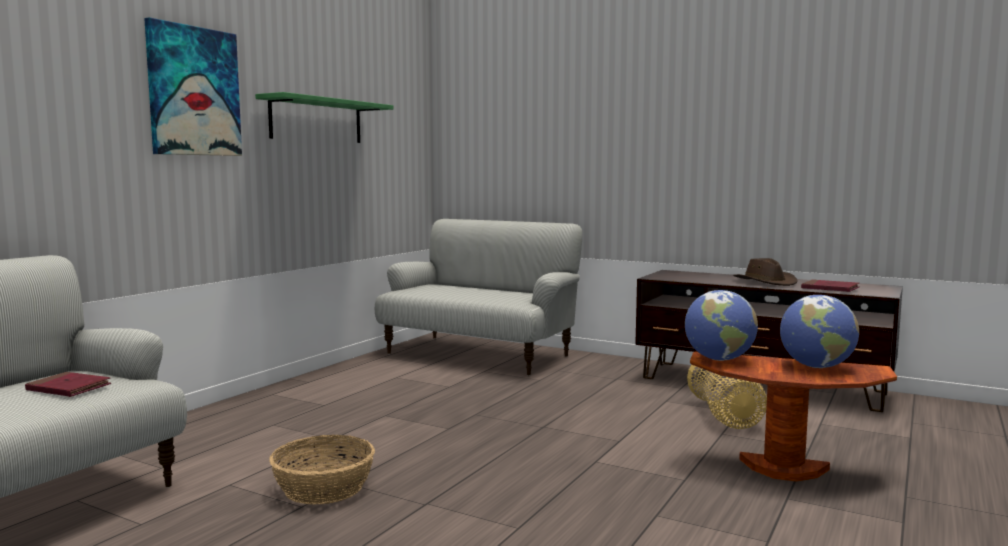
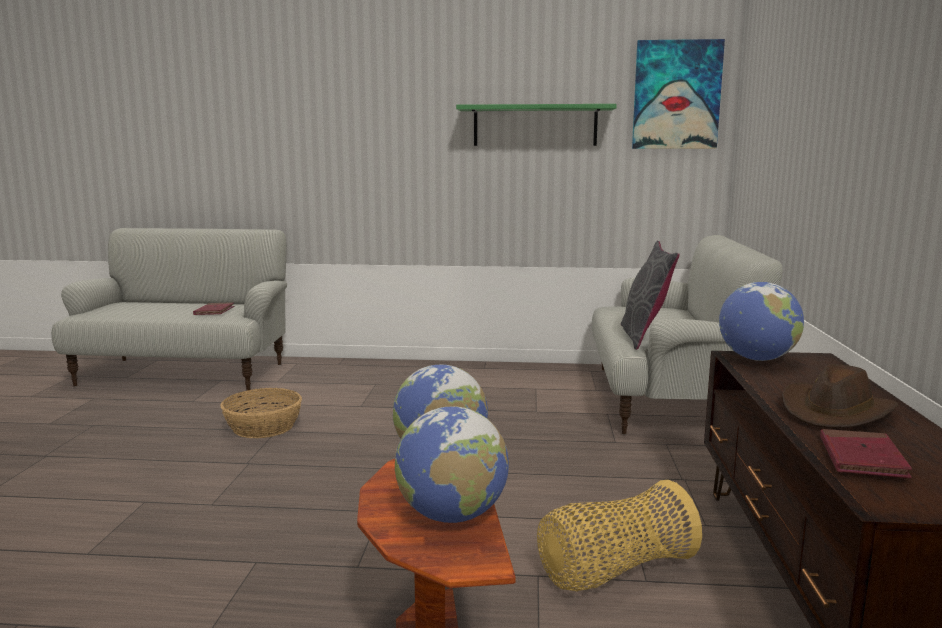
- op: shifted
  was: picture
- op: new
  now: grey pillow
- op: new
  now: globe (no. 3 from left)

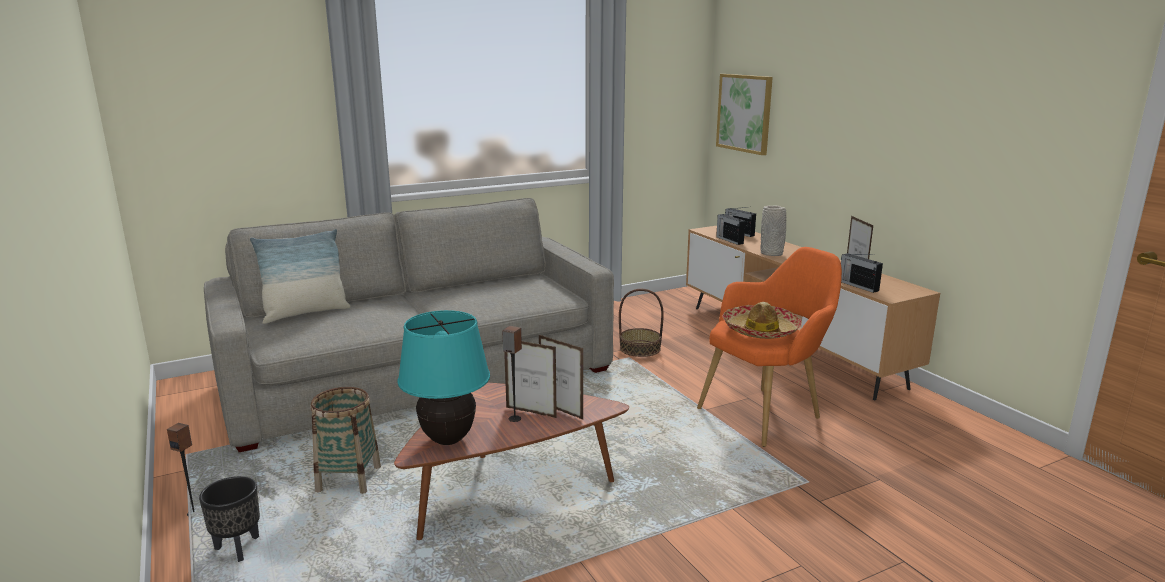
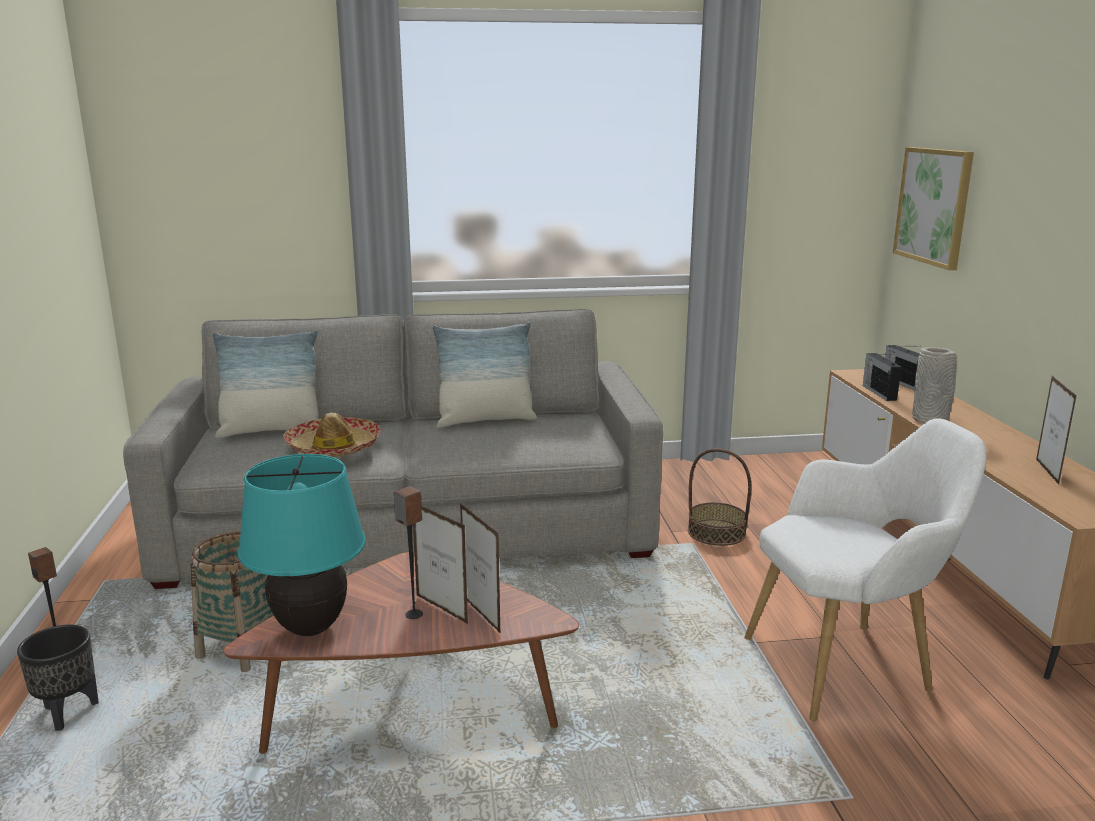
- op: repainted
  was: orange armchair
  now: white armchair
- op: gone
  was: radio (no. 3 from left)
- op: shifted
  was: hat
- op: new
  now: pillow (no. 2 from left)

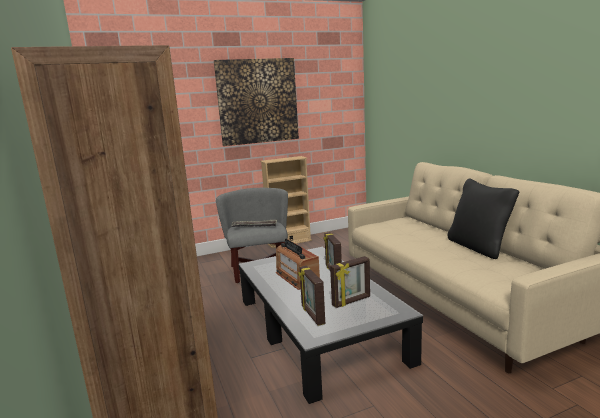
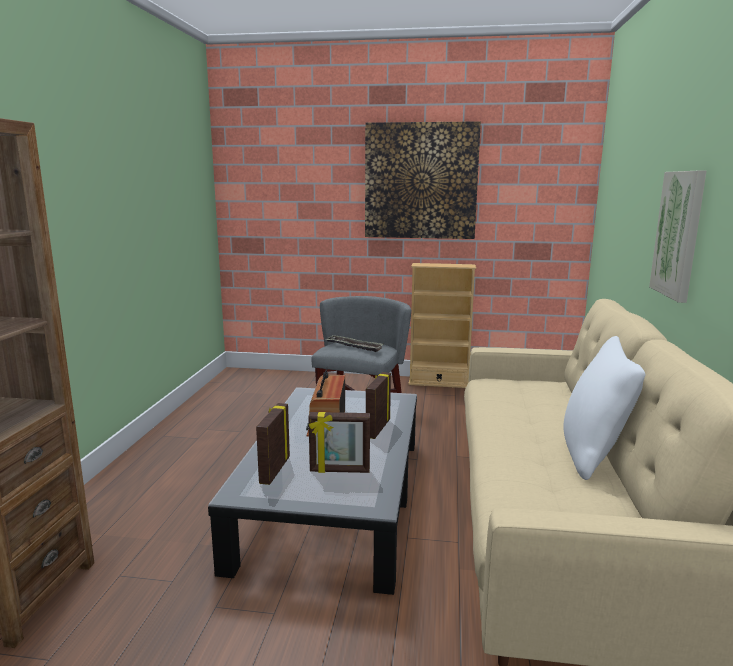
- op: repainted
  was: black pillow
  now: white pillow
- op: new
  now: picture (no. 2 from left)

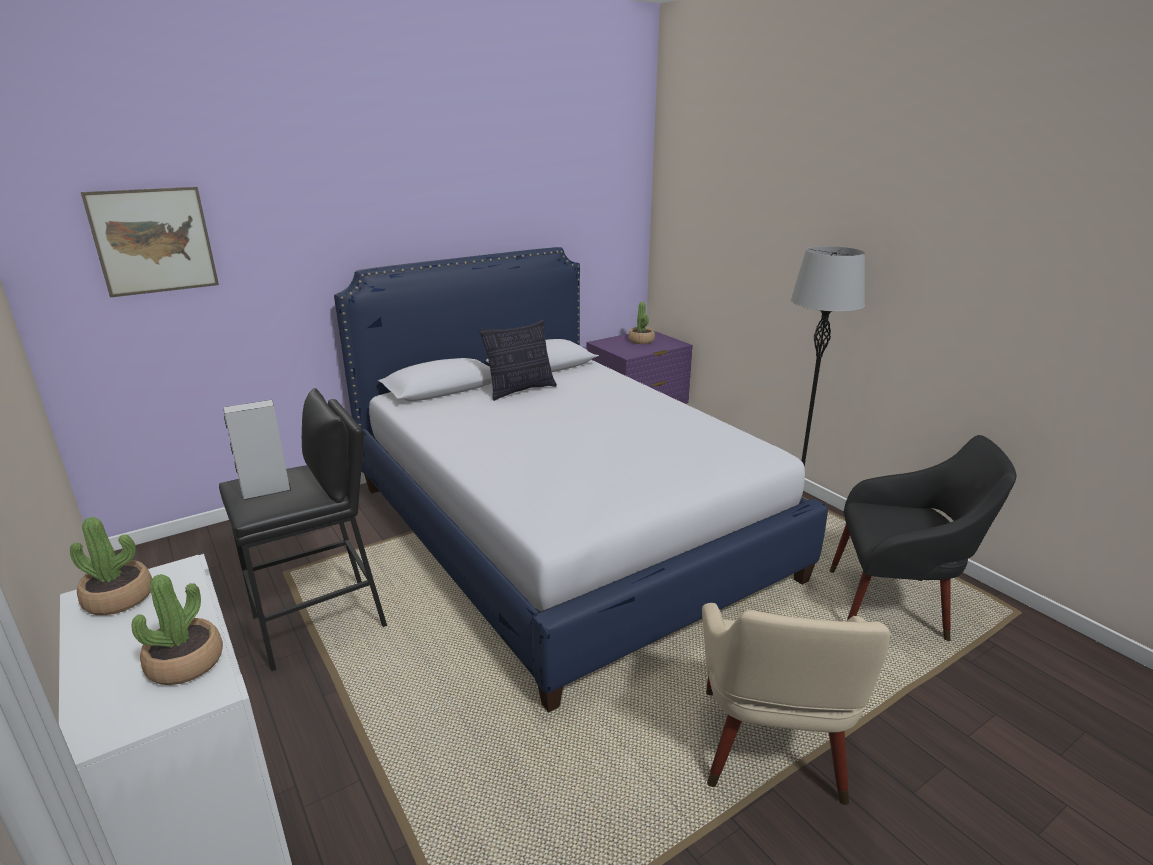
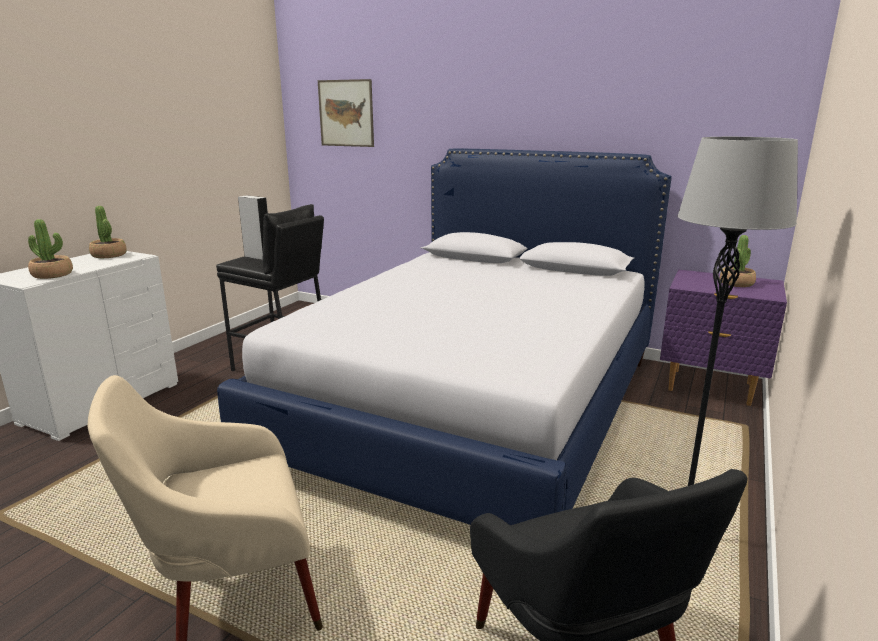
- op: gone
  was: pillow

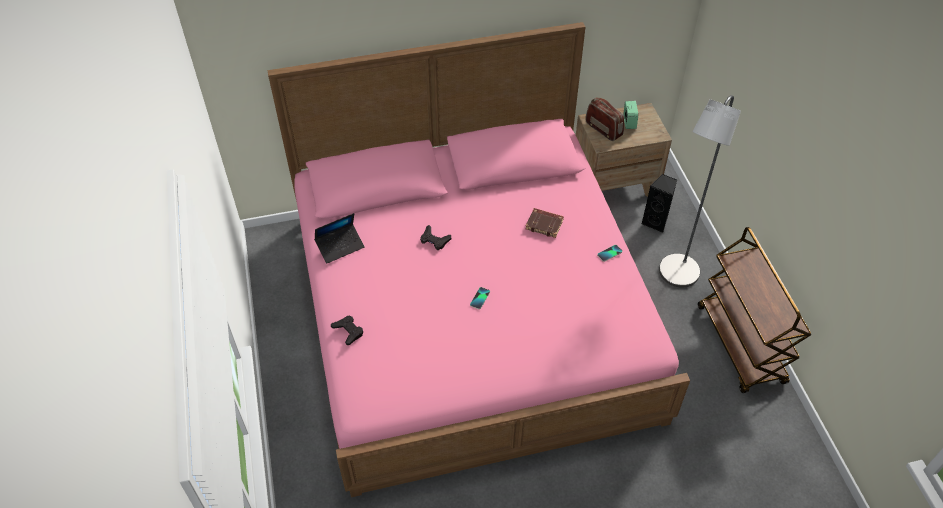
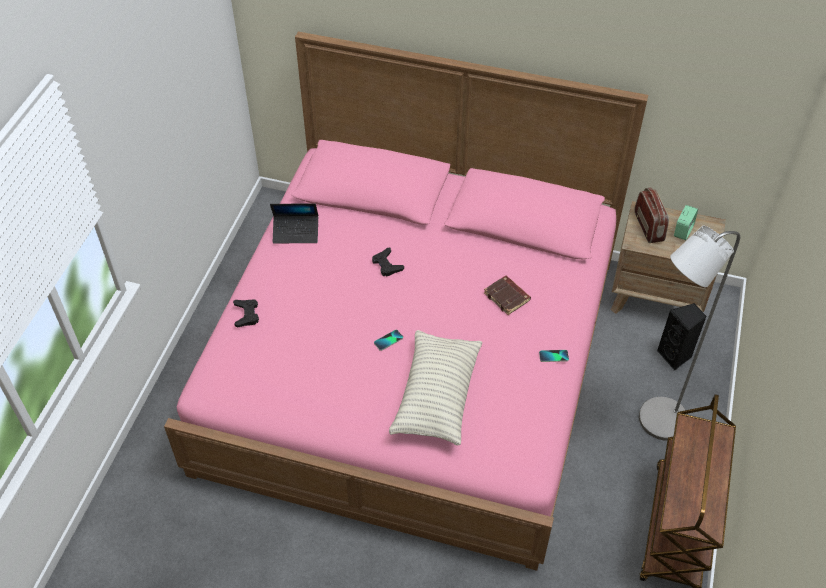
- op: new
  now: pillow

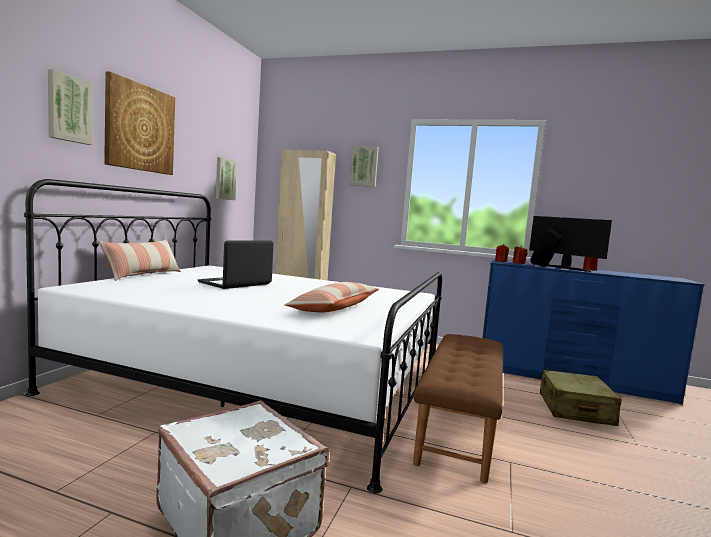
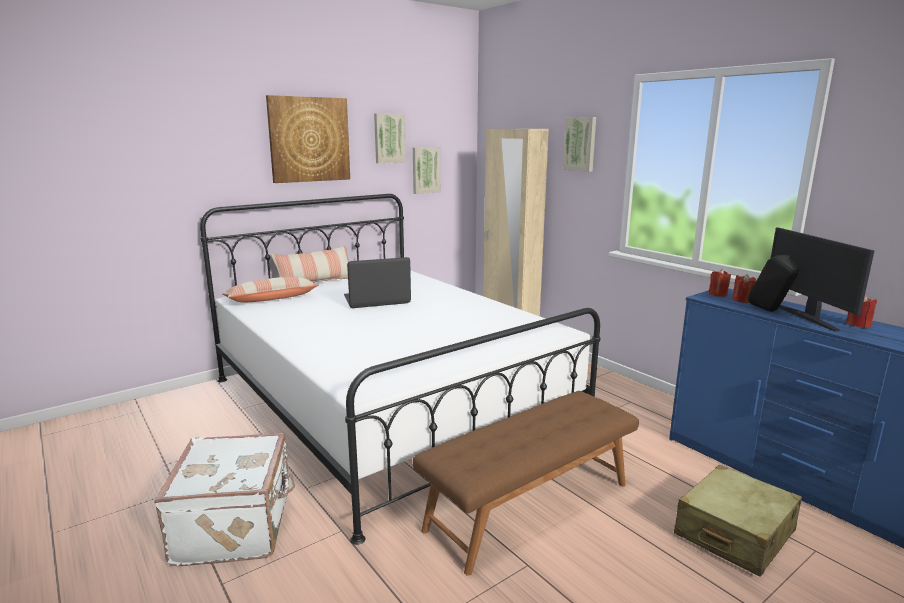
- op: shifted
  was: picture (no. 1 from left in the first image)
  now: picture (no. 2 from left)
- op: shifted
  was: pillow (no. 2 from left in the first image)
  now: pillow (no. 1 from left)

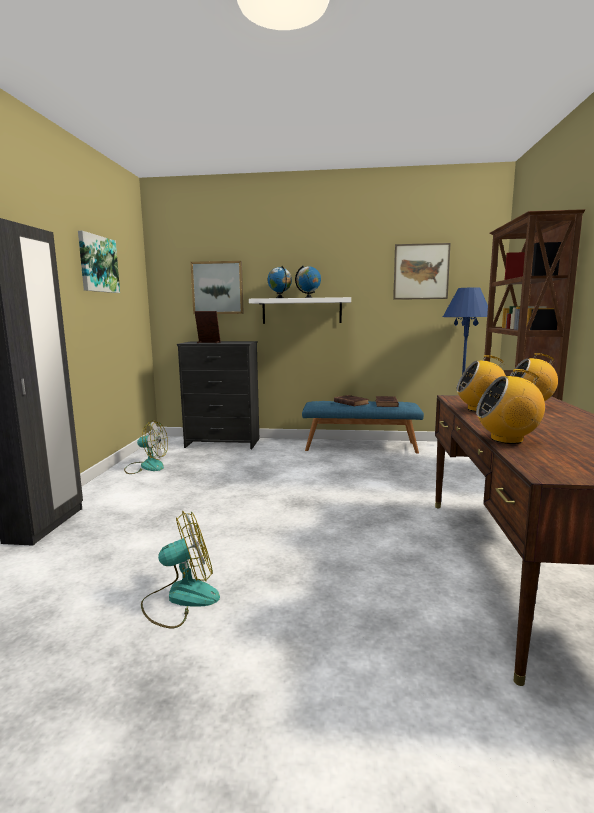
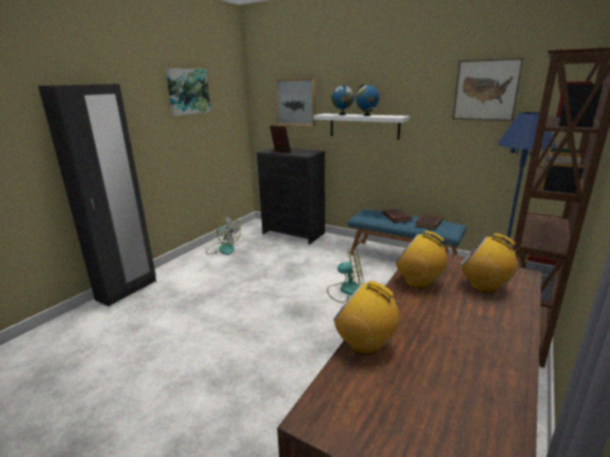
- op: shifted
  was: fan (no. 2 from left)

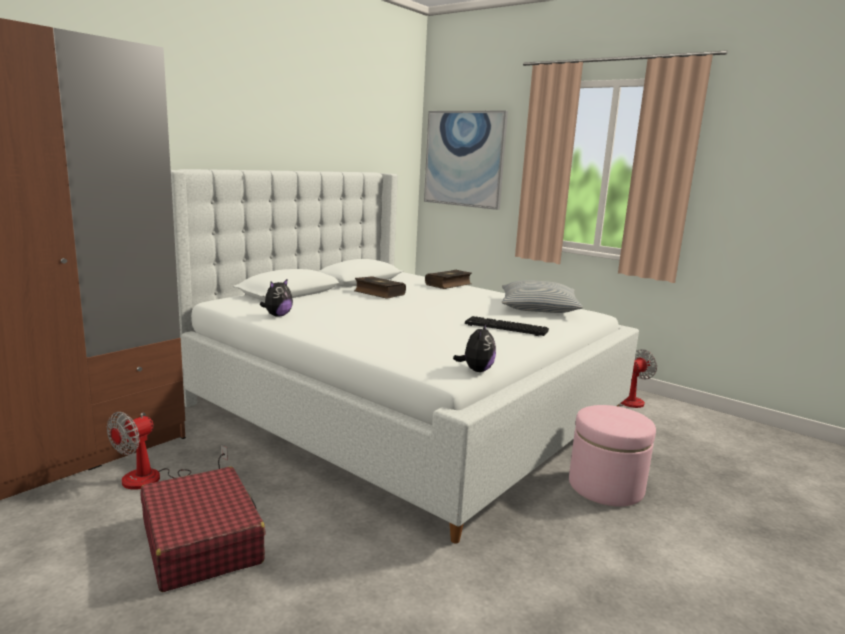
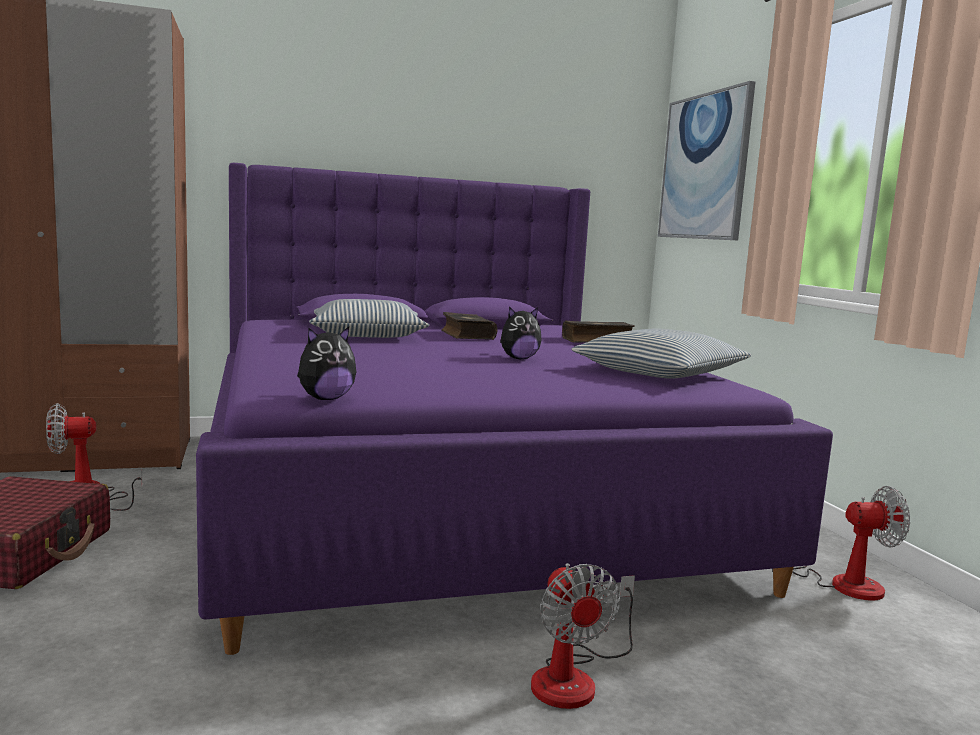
- op: repainted
  was: white bed
  now: purple bed
- op: shifted
  was: plush toy (no. 1 from left in the first image)
  now: plush toy (no. 2 from left)
- op: gone
  was: keyboard
- op: swapped
  was: pink ottoman
  now: fan (no. 2 from left)
- op: new
  now: pillow (no. 1 from left)

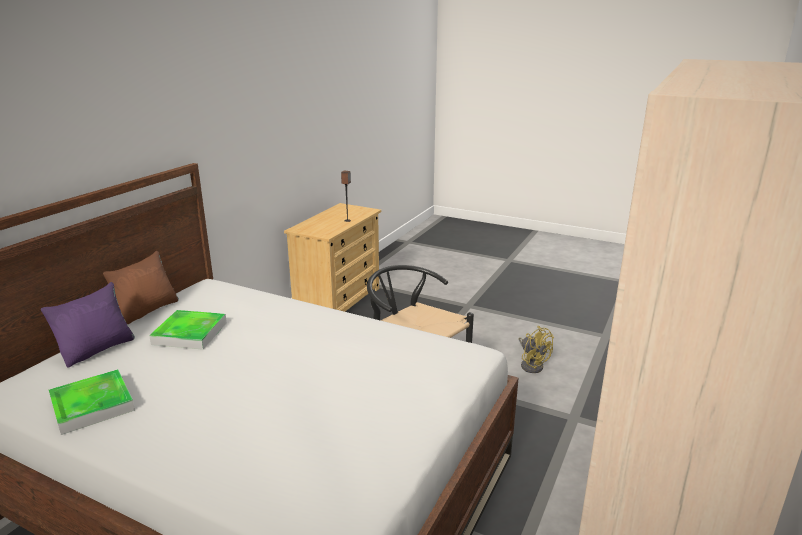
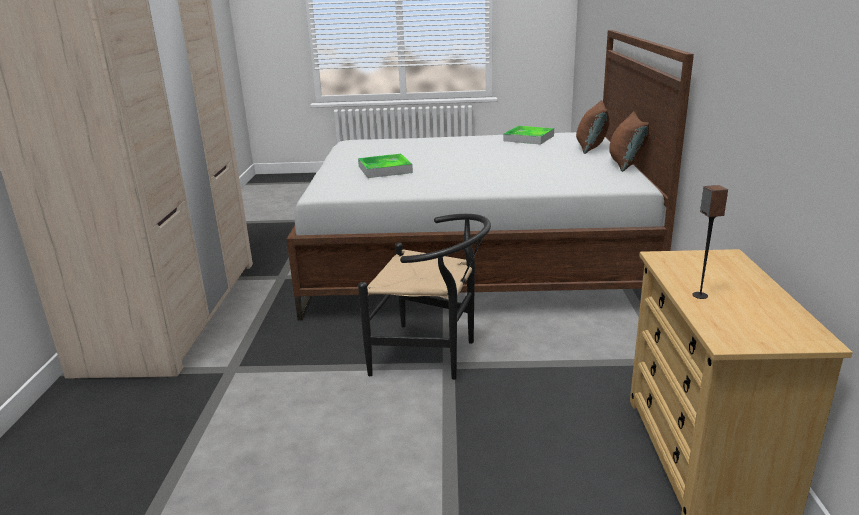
- op: repainted
  was: purple pillow
  now: brown pillow (no. 1 from left)
- op: shifted
  was: tray (no. 2 from left in the first image)
  now: tray (no. 1 from left)
- op: gone
  was: yellow fan

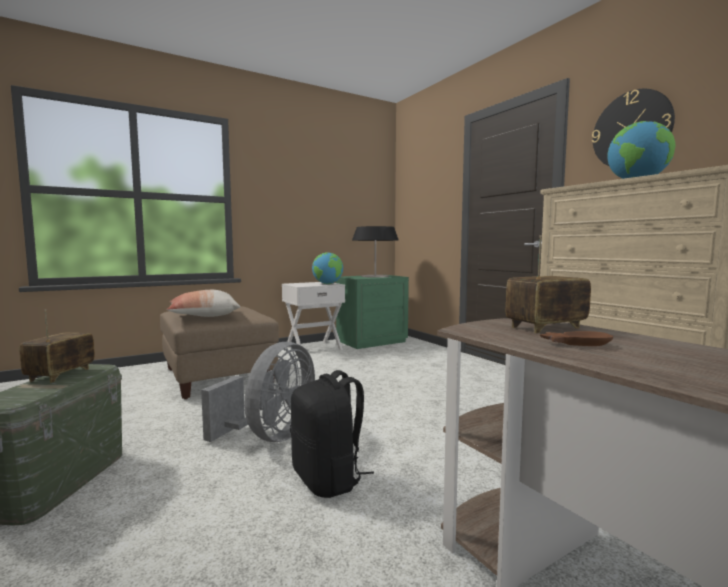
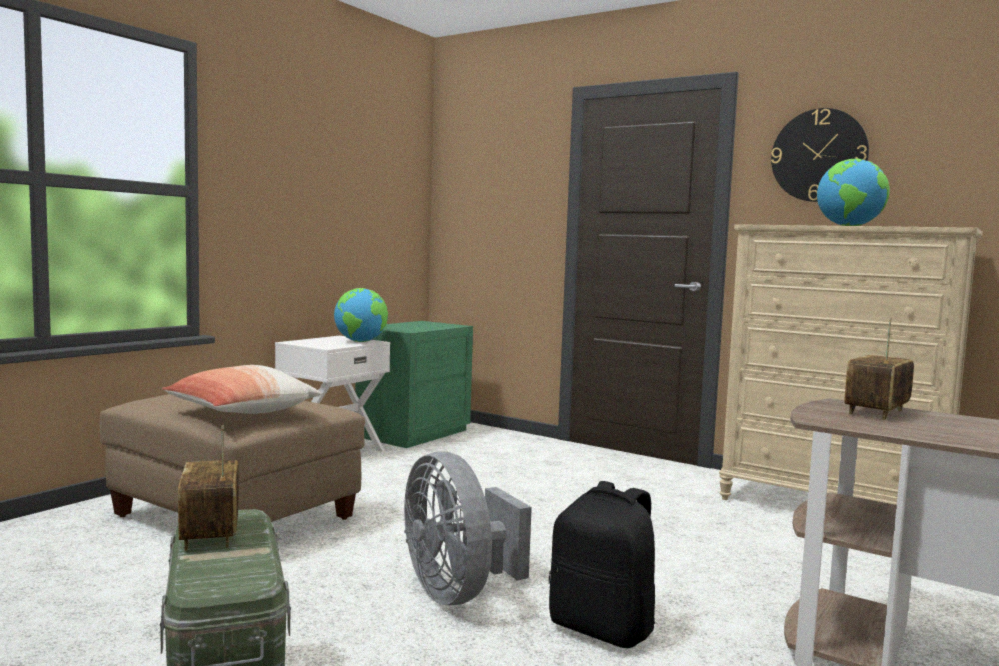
- op: gone
  was: table lamp
- op: gone
  was: brown bowl
- op: rotated
  was: grey fan
  clockwise: 150

